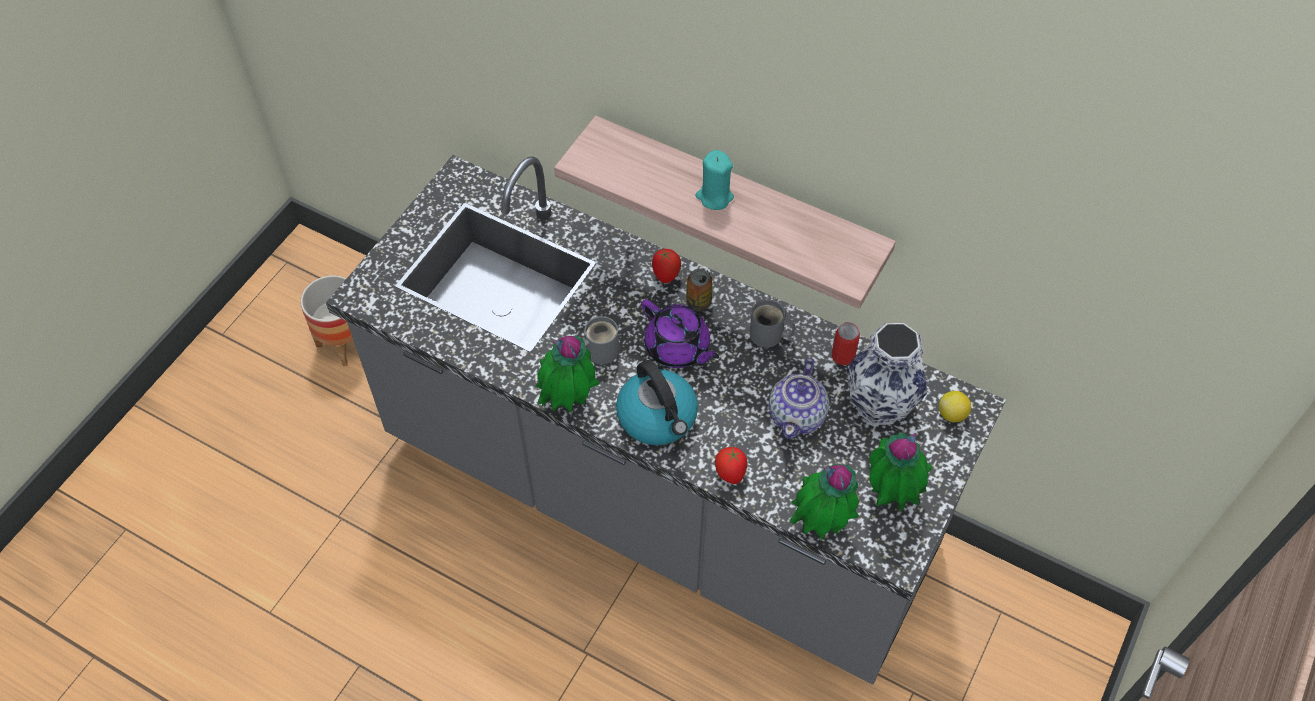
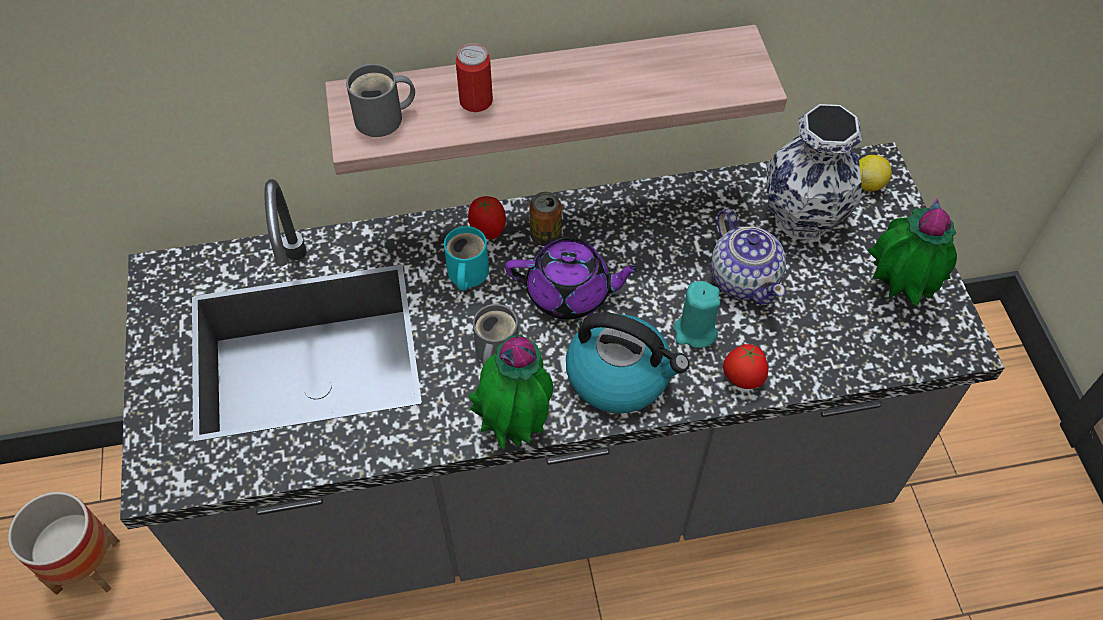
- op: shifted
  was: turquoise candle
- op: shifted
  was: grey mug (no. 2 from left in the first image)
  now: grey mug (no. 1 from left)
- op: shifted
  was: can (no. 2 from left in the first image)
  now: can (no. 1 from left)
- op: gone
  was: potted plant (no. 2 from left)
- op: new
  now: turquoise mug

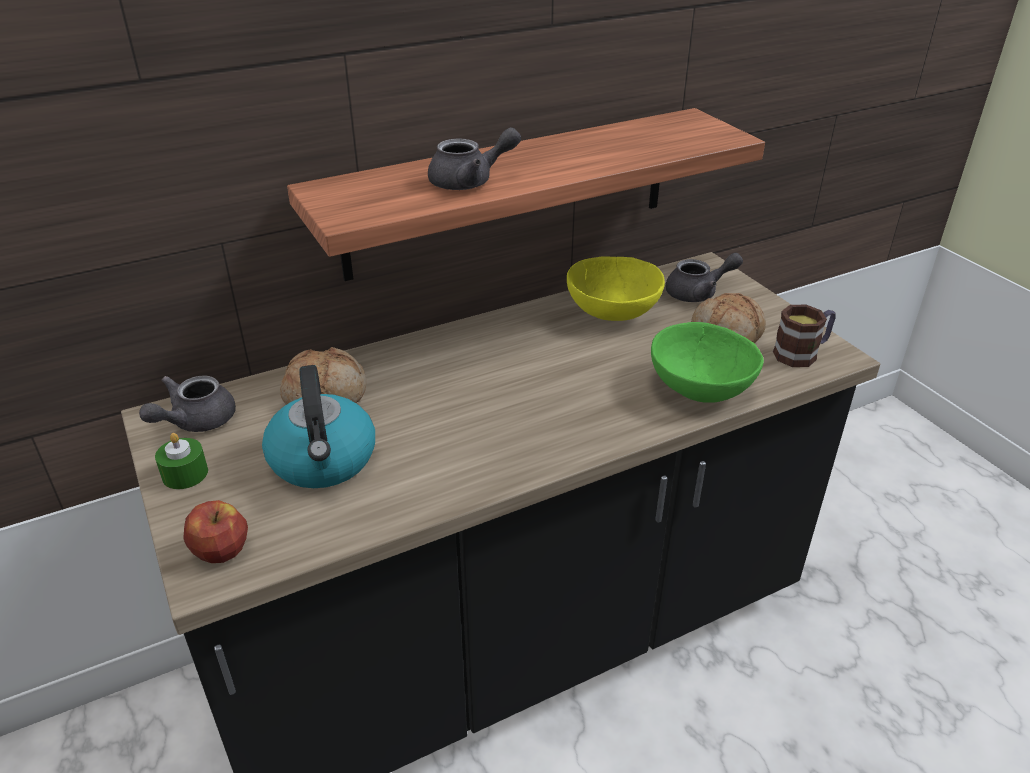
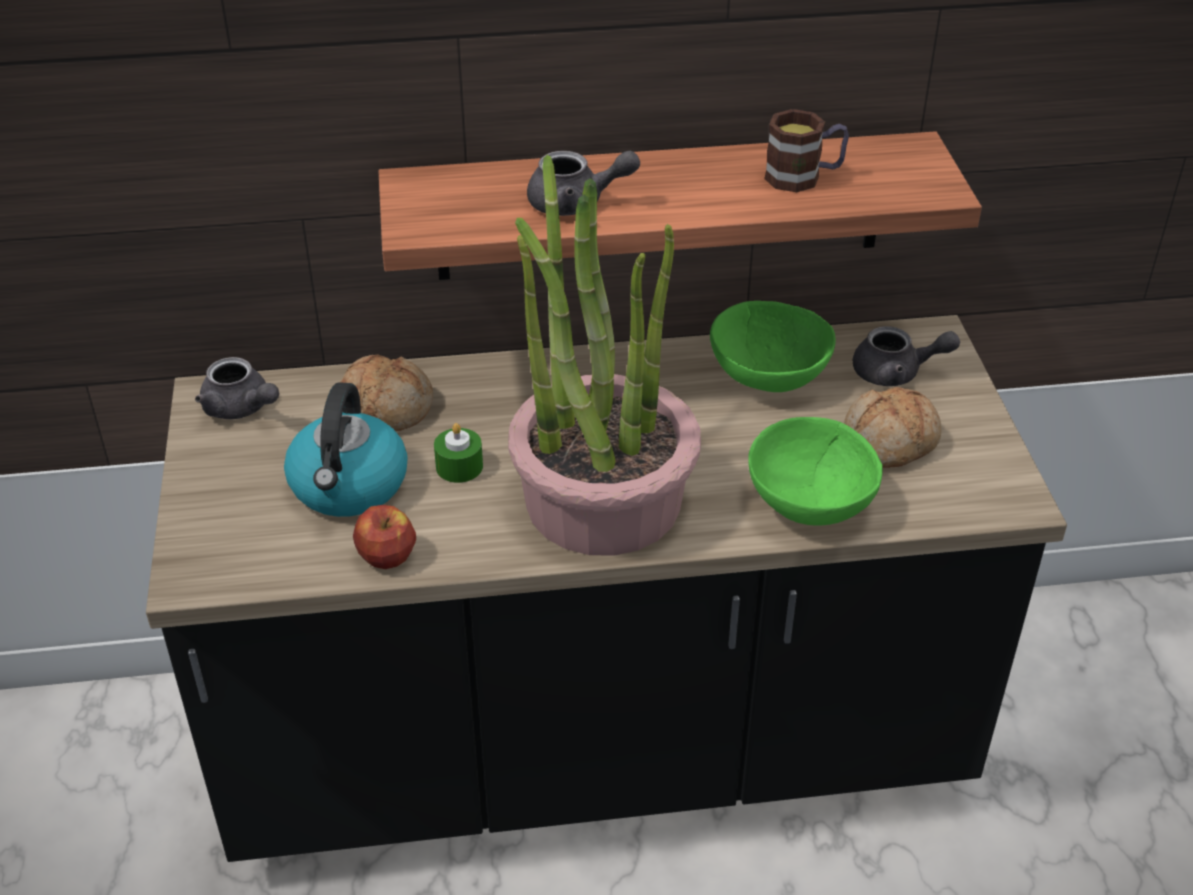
- op: repainted
  was: yellow bowl
  now: green bowl (no. 1 from left)
- op: shifted
  was: mug
- op: rotated
  was: grey teapot (no. 1 from left)
  clockwise: -105
- op: shifted
  was: green candle
- op: shifted
  was: apple
- op: new
  now: potted plant

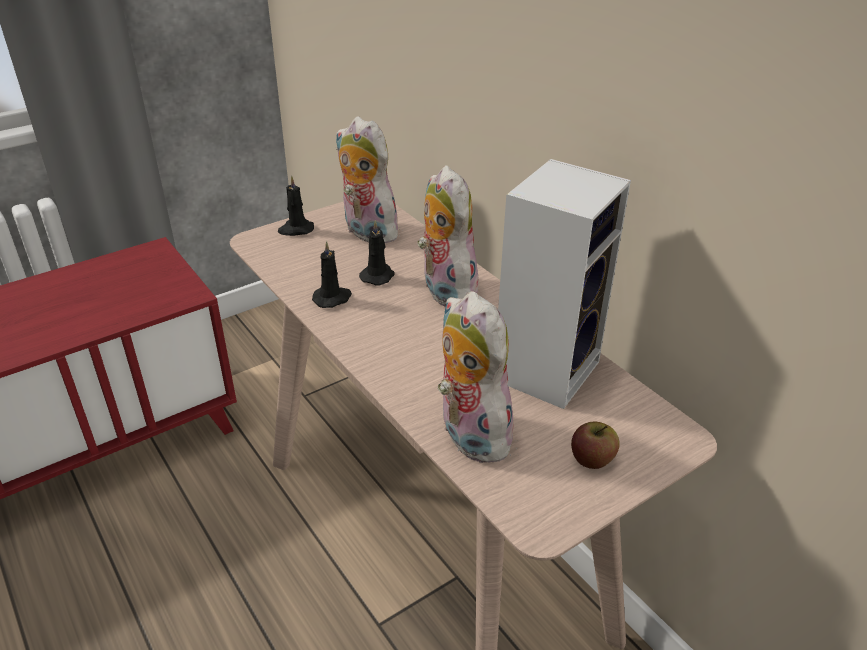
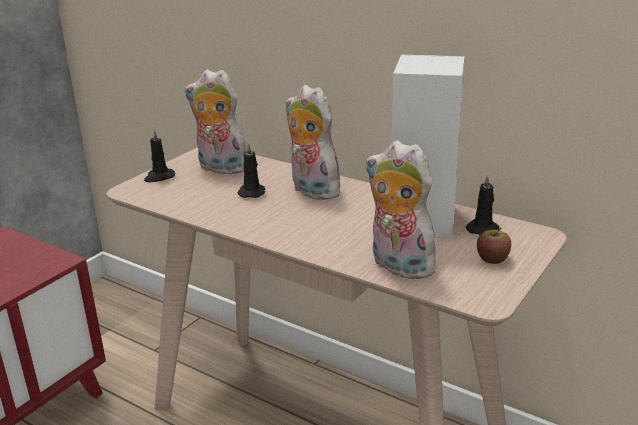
- op: shifted
  was: black candle (no. 2 from left in the first image)
  now: black candle (no. 3 from left)

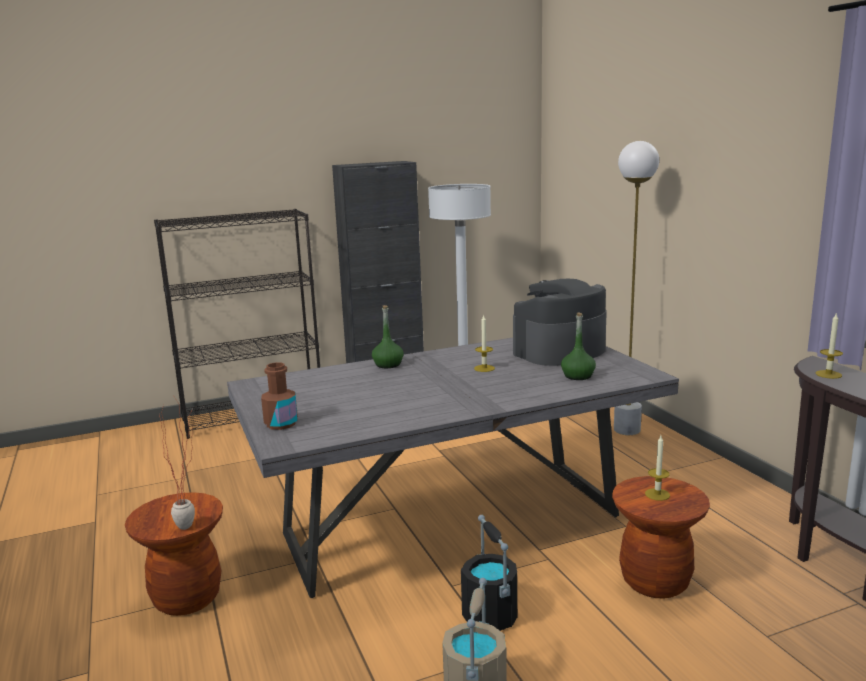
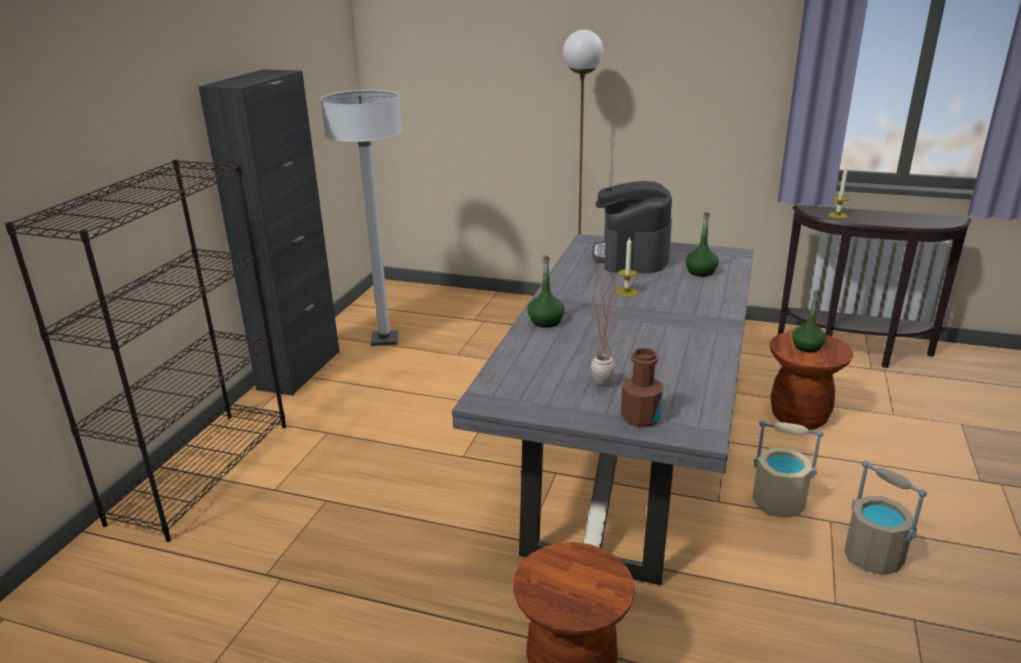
- op: shifted
  was: potted plant
- op: swapped
  was: candle (no. 2 from left)
  now: green bottle (no. 3 from left)
- op: repainted
  was: black bucket
  now: beige bucket (no. 1 from left)

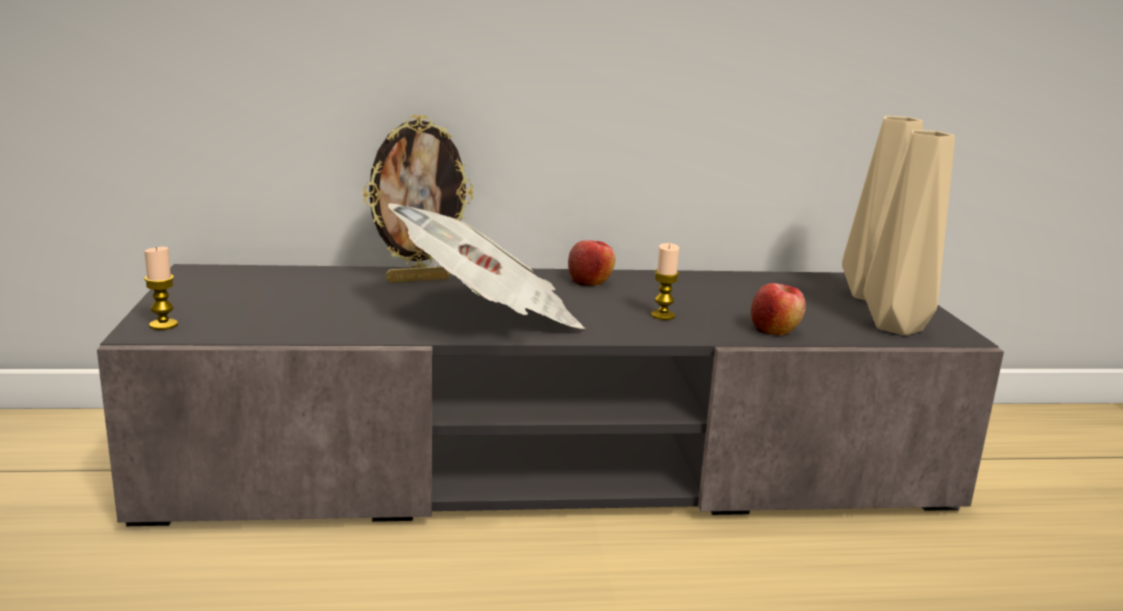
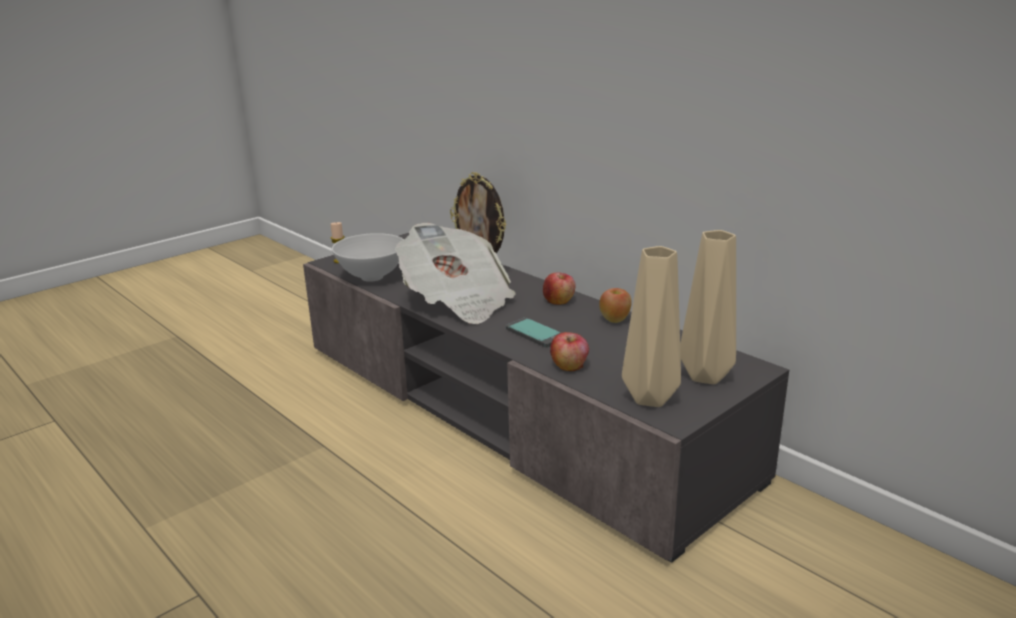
- op: swapped
  was: candle (no. 2 from left)
  now: phone
- op: new
  now: white bowl
- op: new
  now: apple (no. 3 from left)

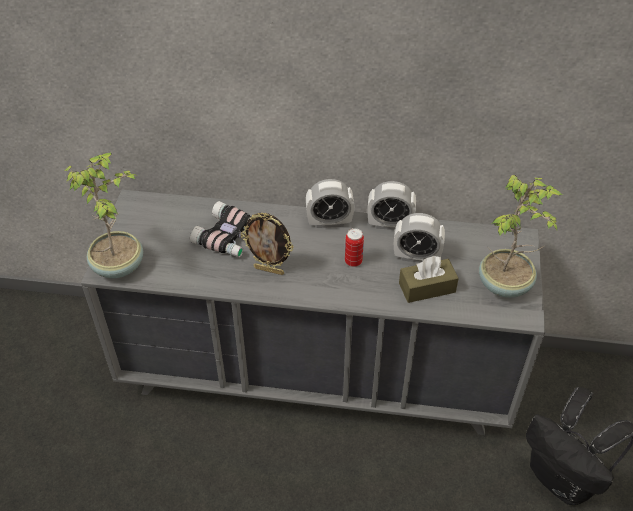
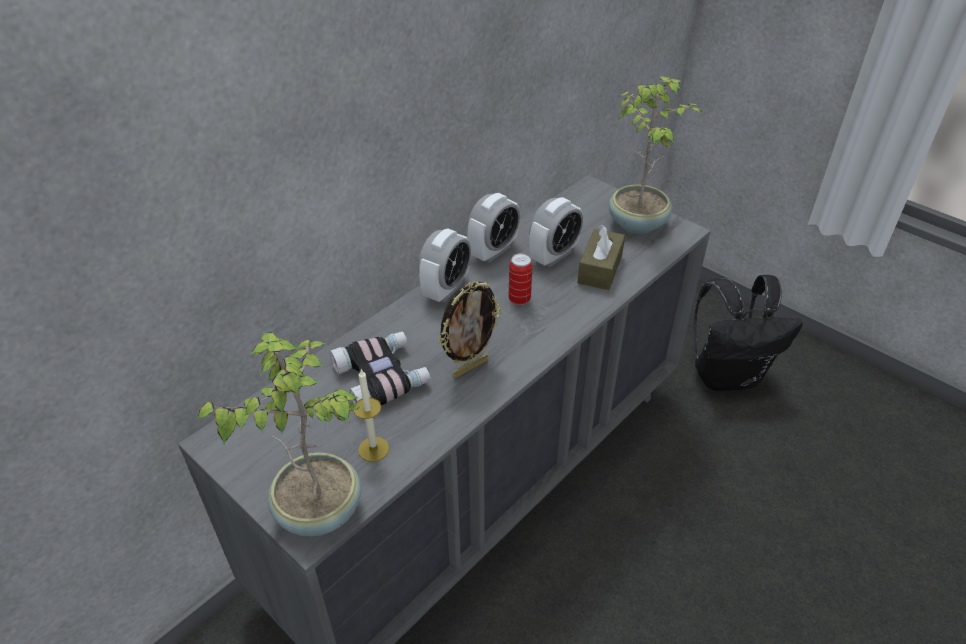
- op: new
  now: candle

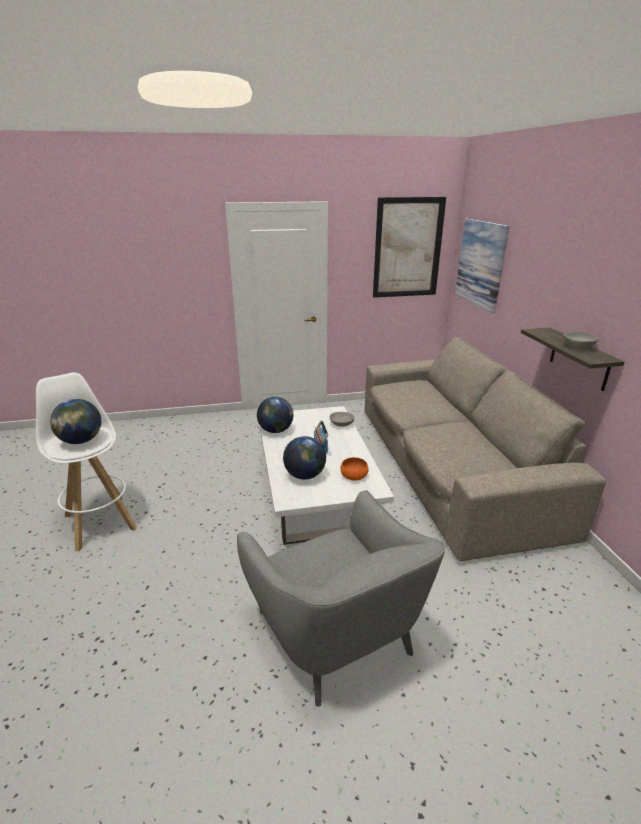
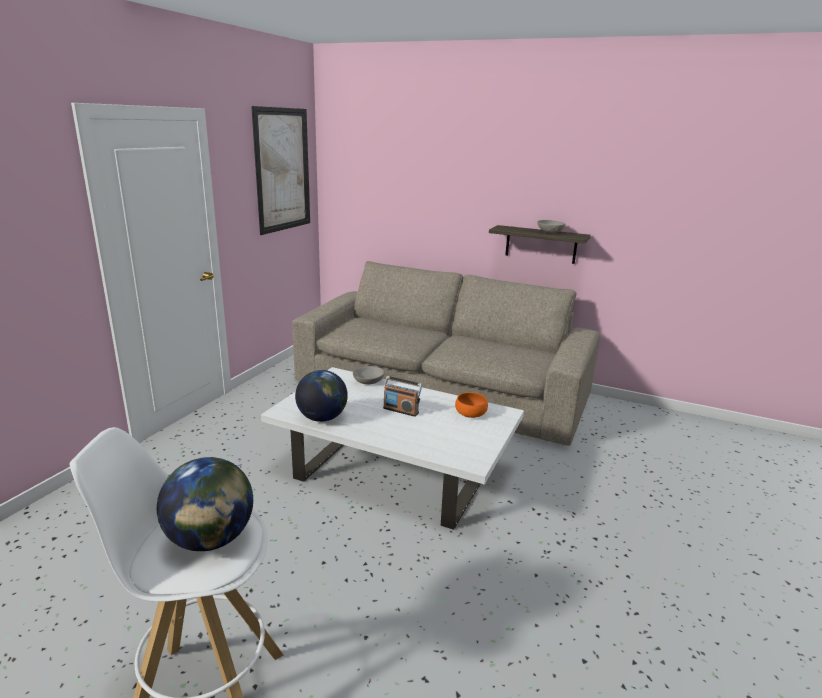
- op: gone
  was: picture (no. 2 from left)
- op: gone
  was: globe (no. 3 from left)
- op: gone
  was: grey armchair

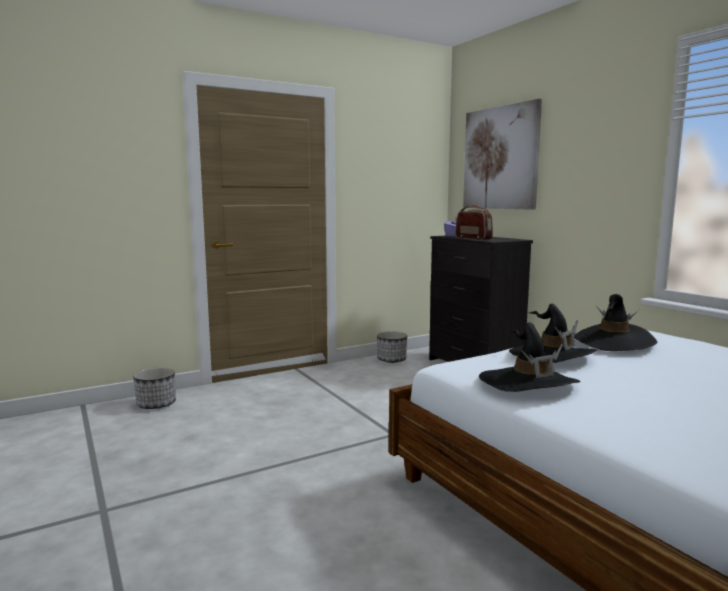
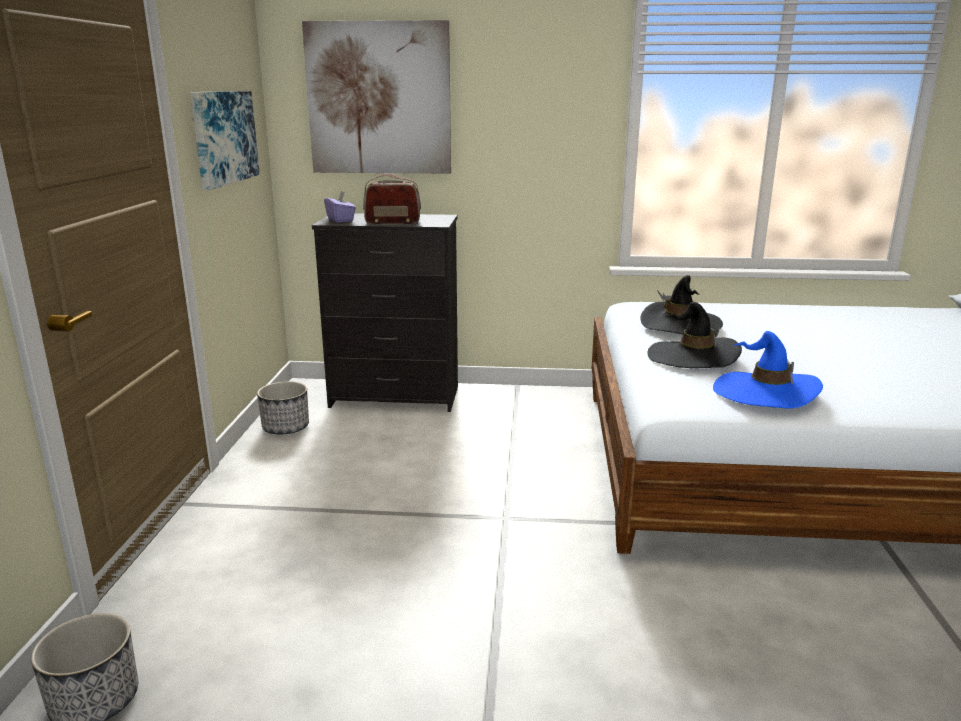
- op: repainted
  was: black hat (no. 1 from left)
  now: blue hat
- op: new
  now: picture (no. 1 from left)

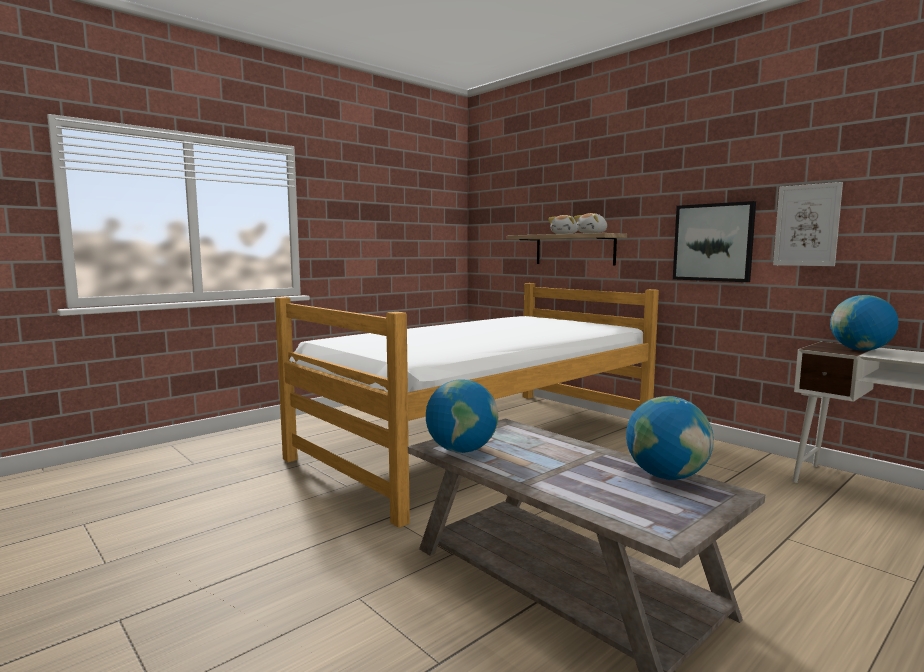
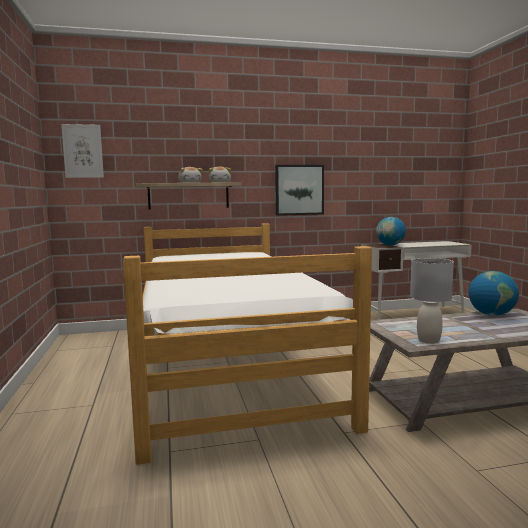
- op: shifted
  was: picture (no. 2 from left in the first image)
  now: picture (no. 1 from left)
- op: swapped
  was: globe (no. 1 from left)
  now: grey table lamp

